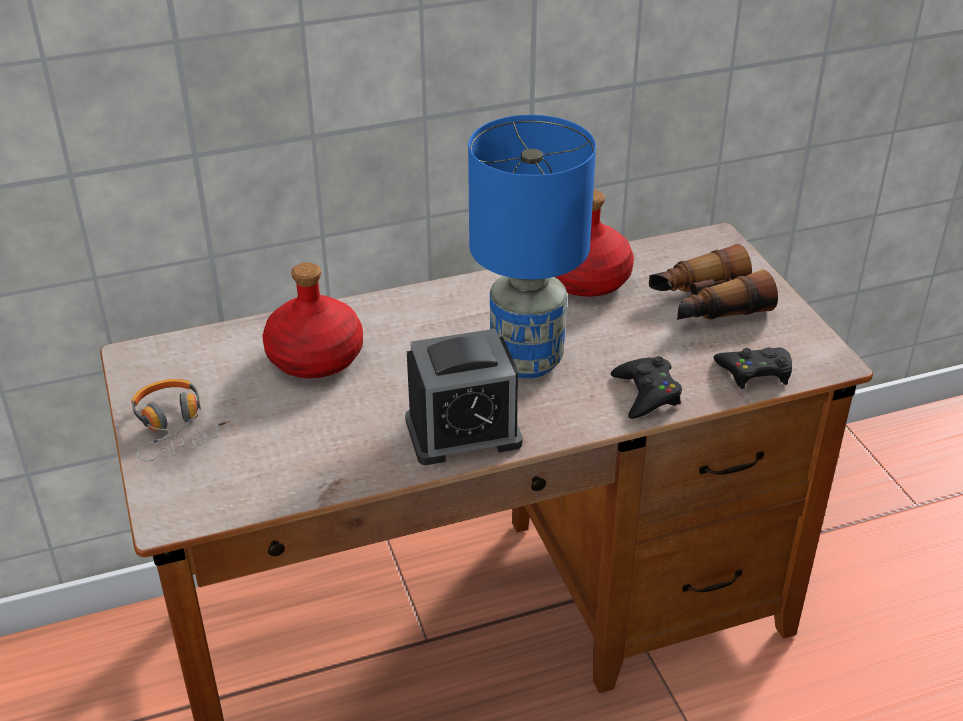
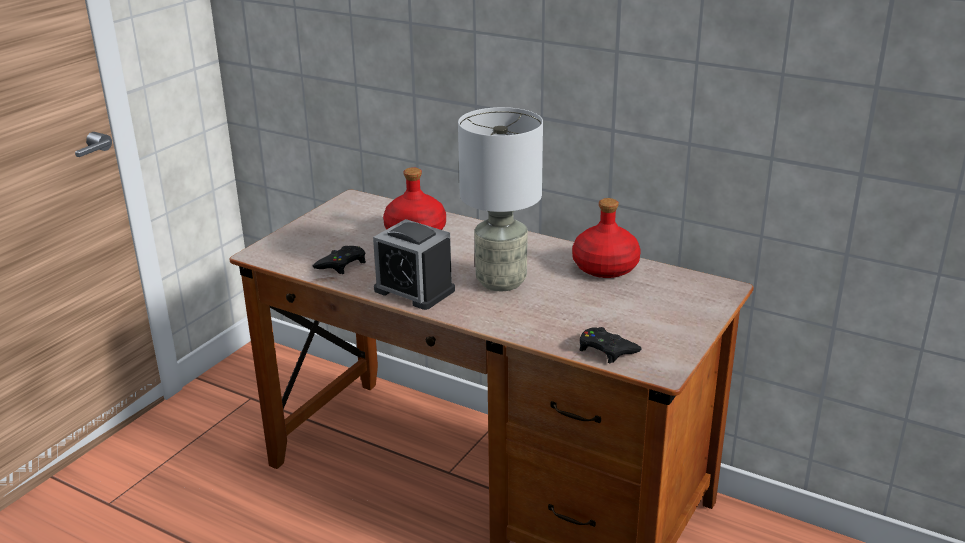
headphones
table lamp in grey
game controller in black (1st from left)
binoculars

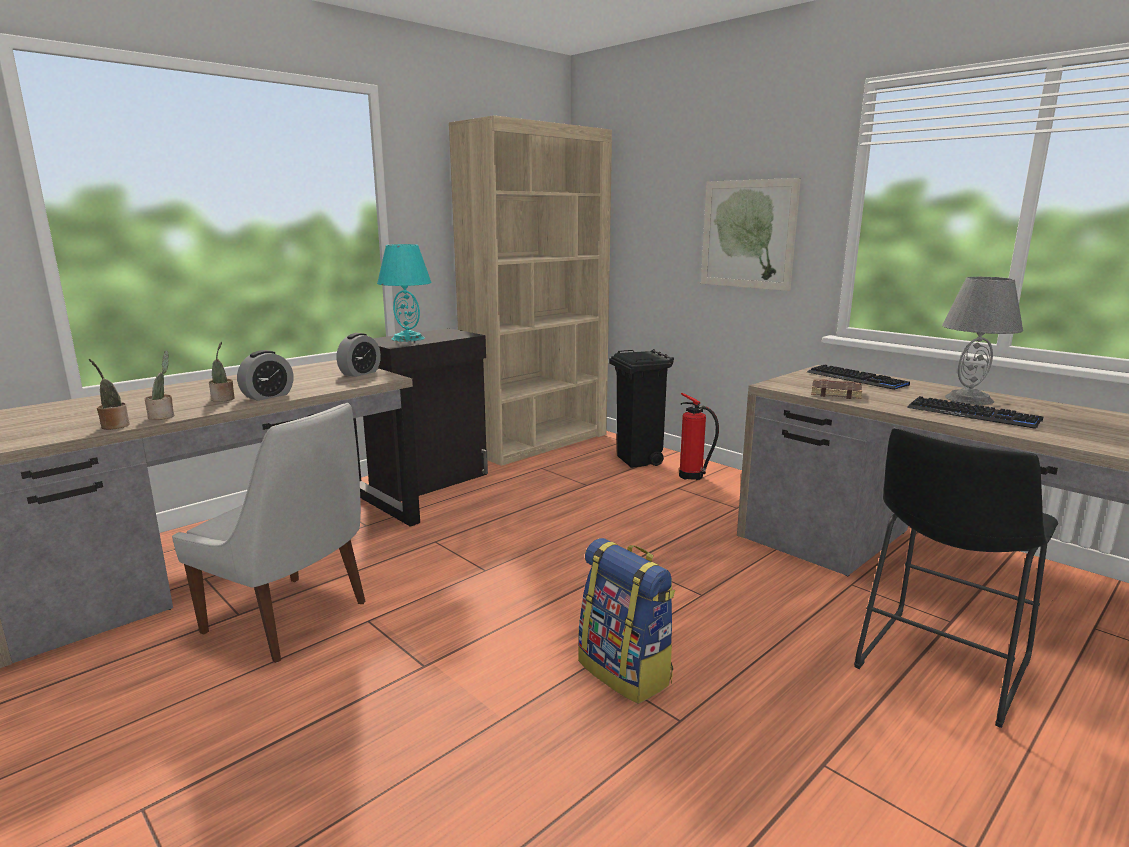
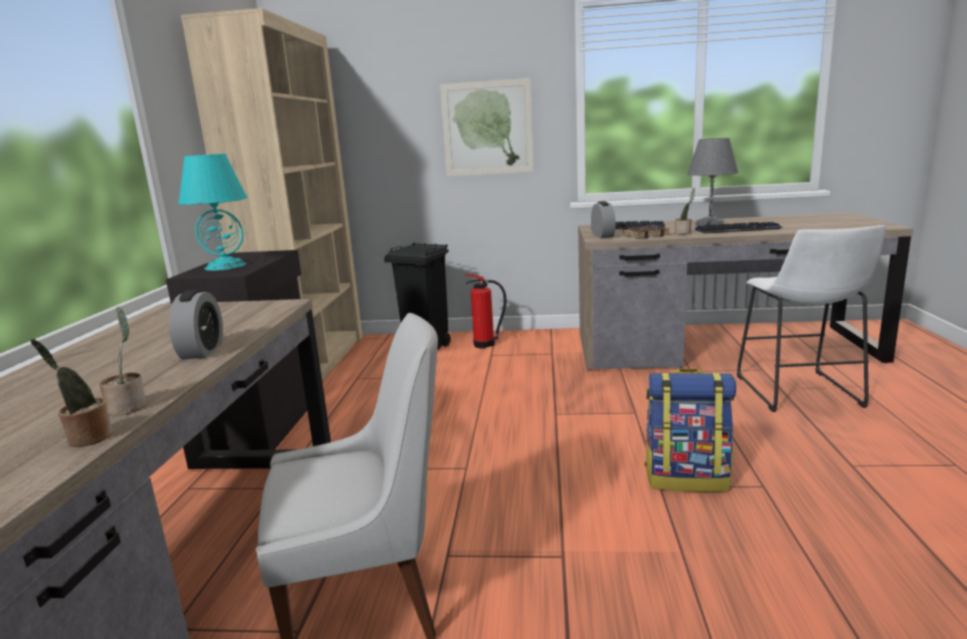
potted plant (3rd from left)
alarm clock (2nd from left)
stool in white

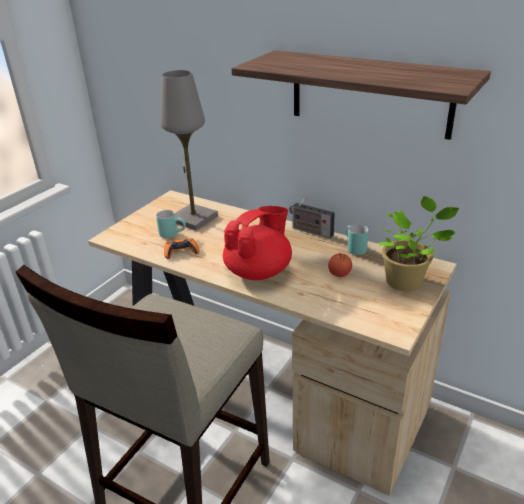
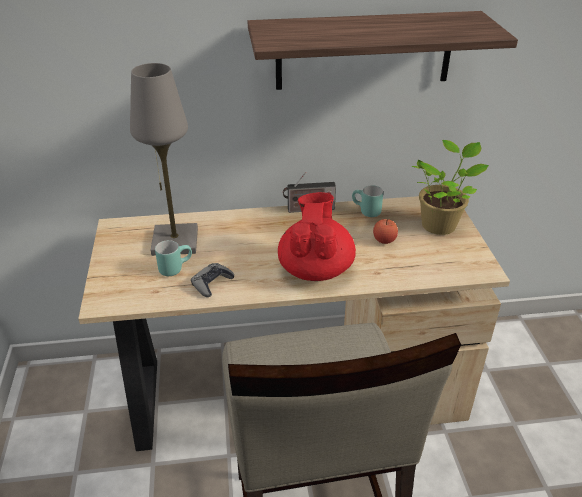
game controller in grey

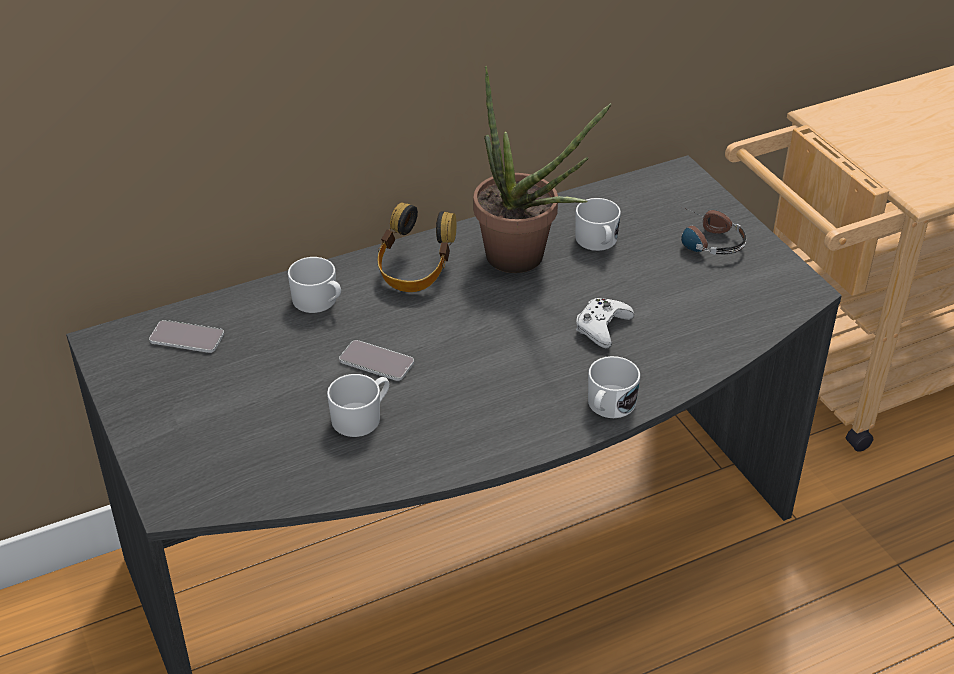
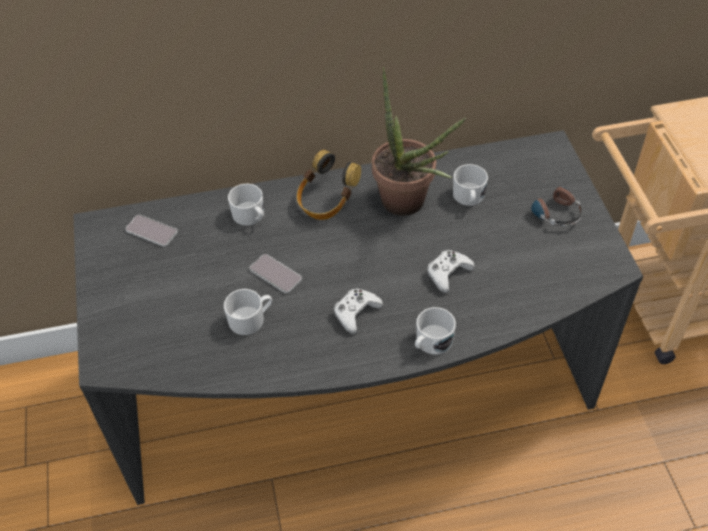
game controller in white (1st from left)

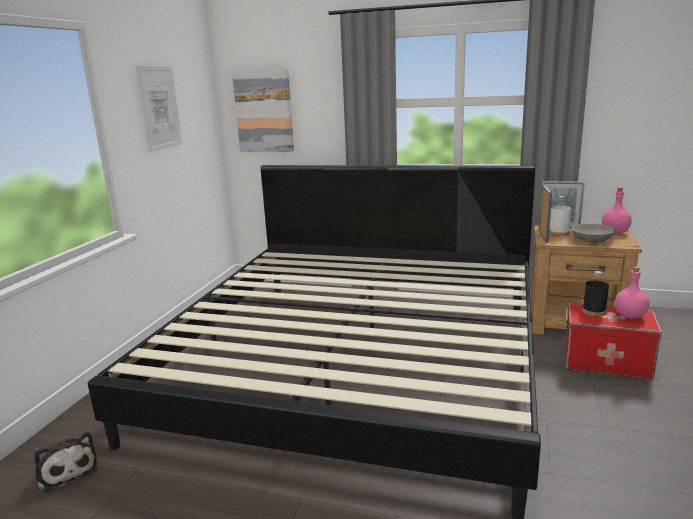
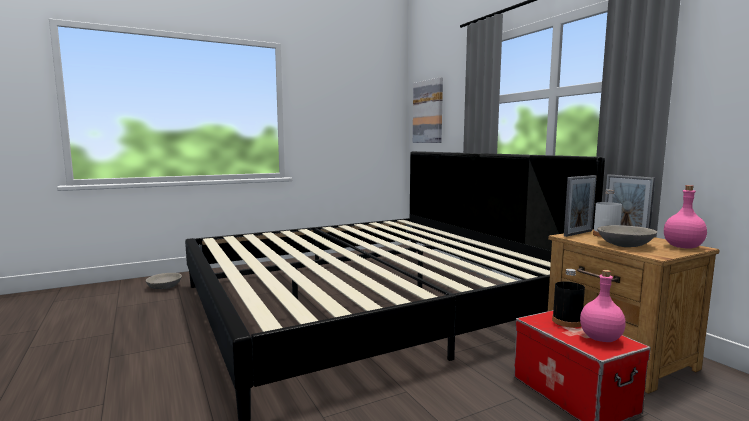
bowl in grey (1st from left)
picture (1st from left in the first image)

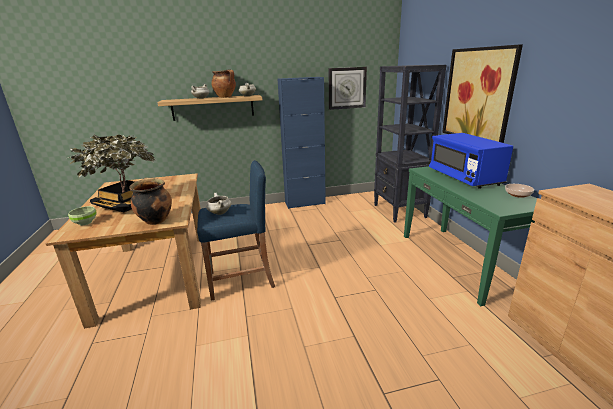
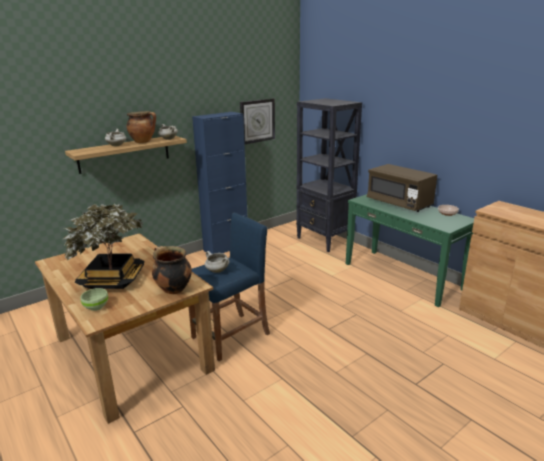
microwave in brown
picture

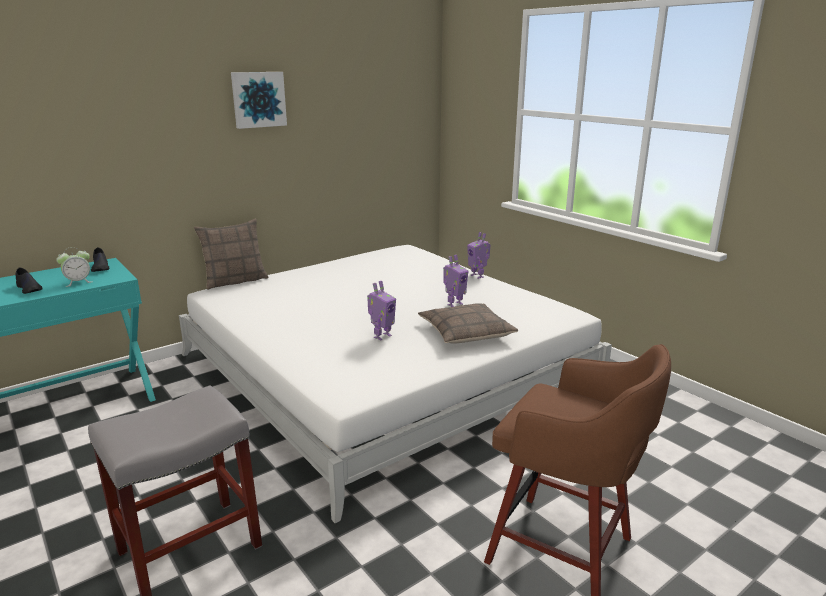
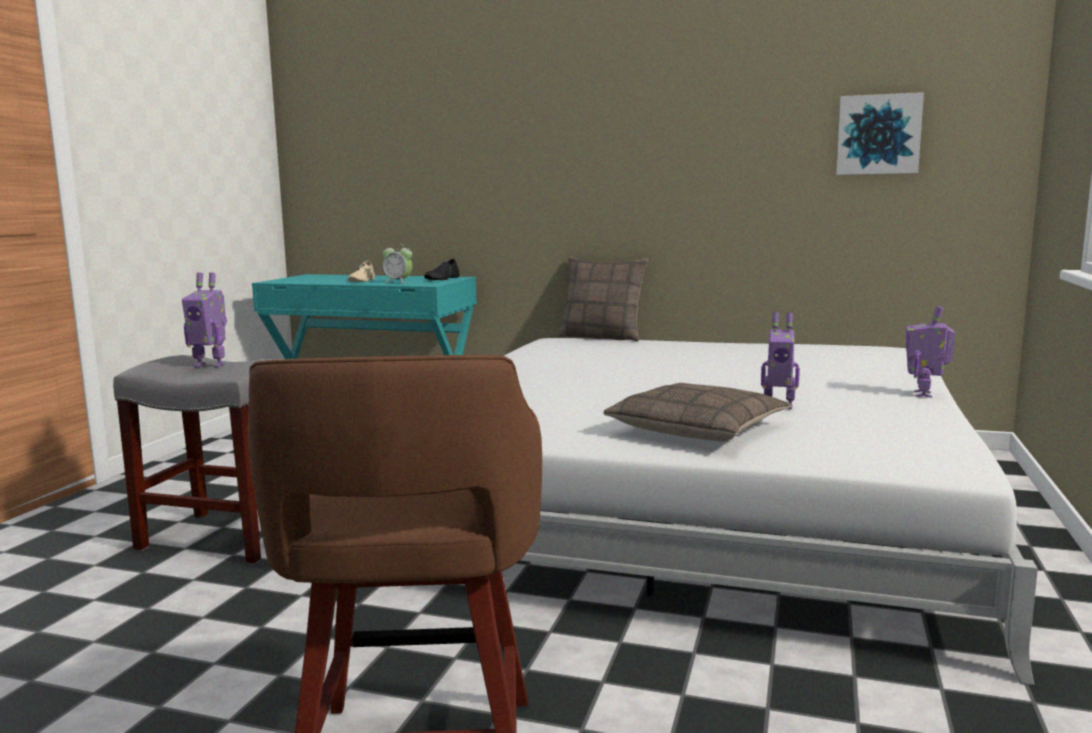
shoe in beige
picture
toy robot (1st from left)

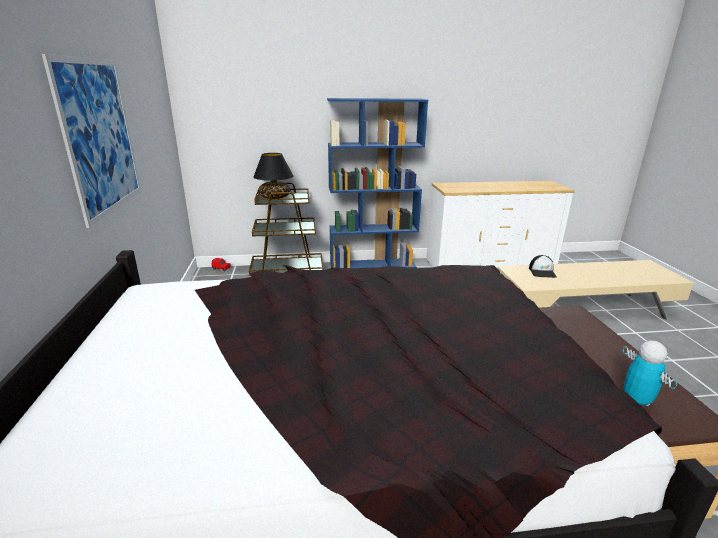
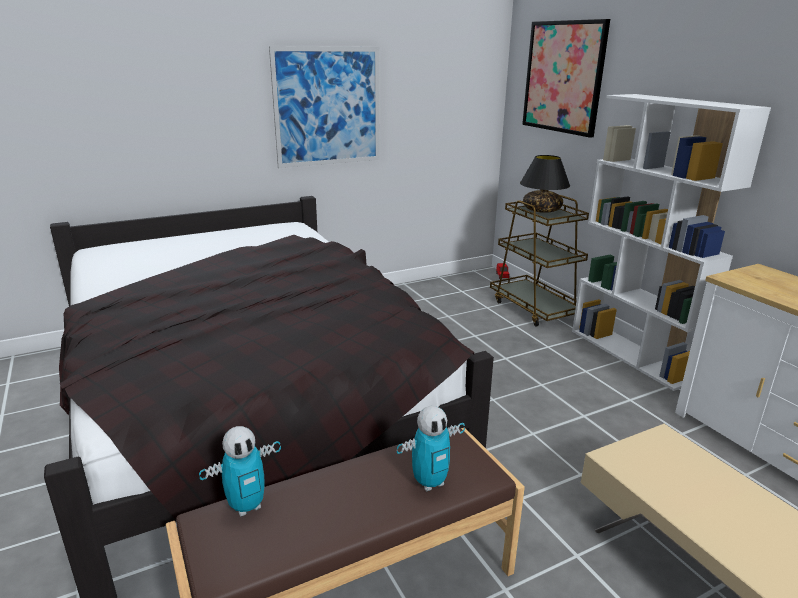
bookcase in white
cap
toy robot (2nd from left)
picture (2nd from left)

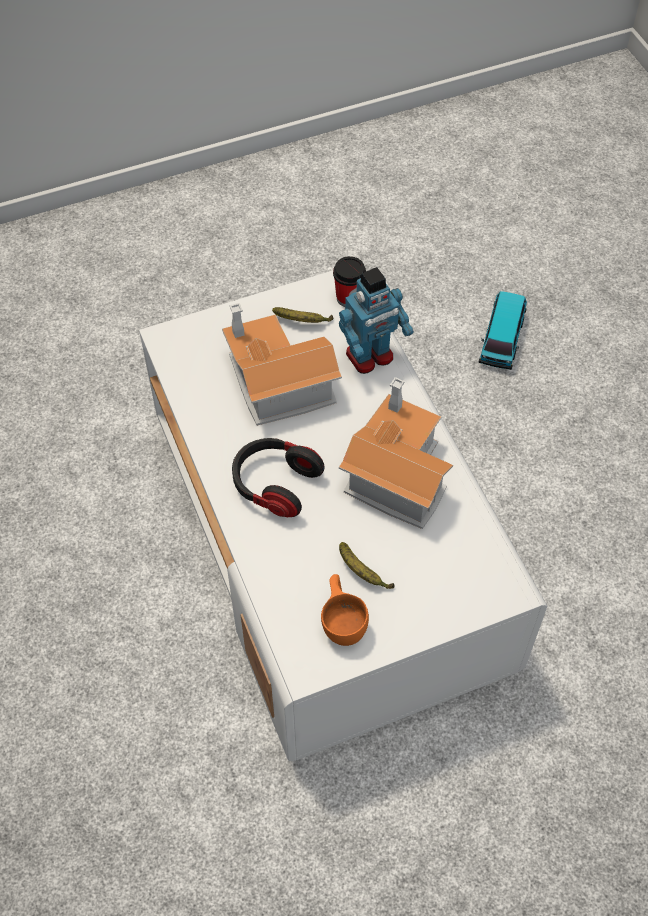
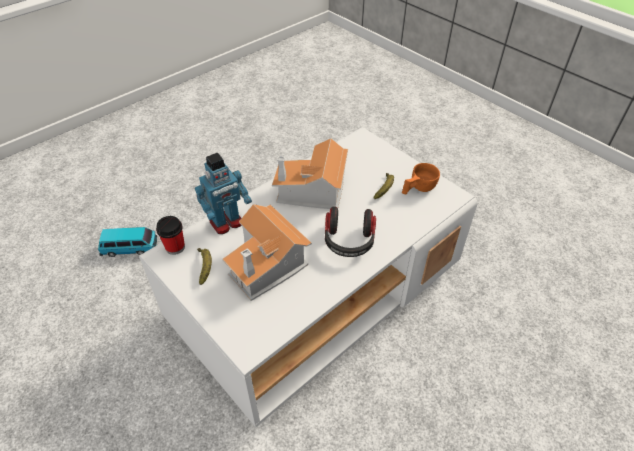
toy robot

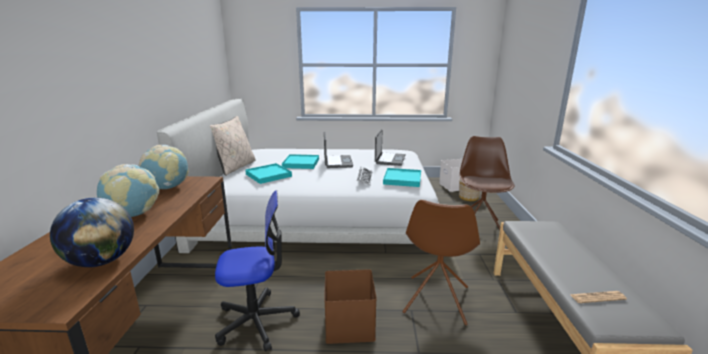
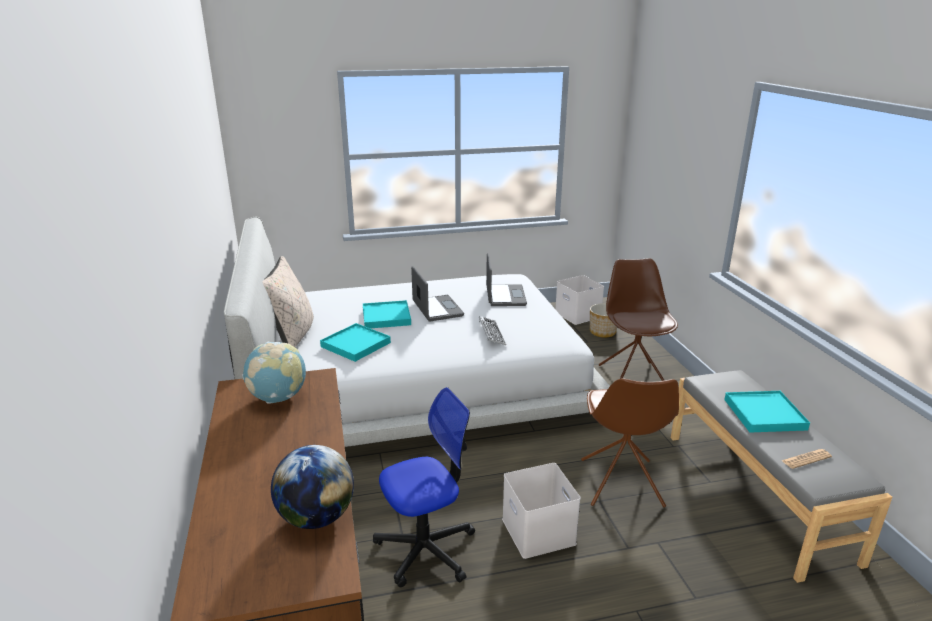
globe (2nd from left in the first image)
storage box in white (1st from left)
tray in turquoise (3rd from left)

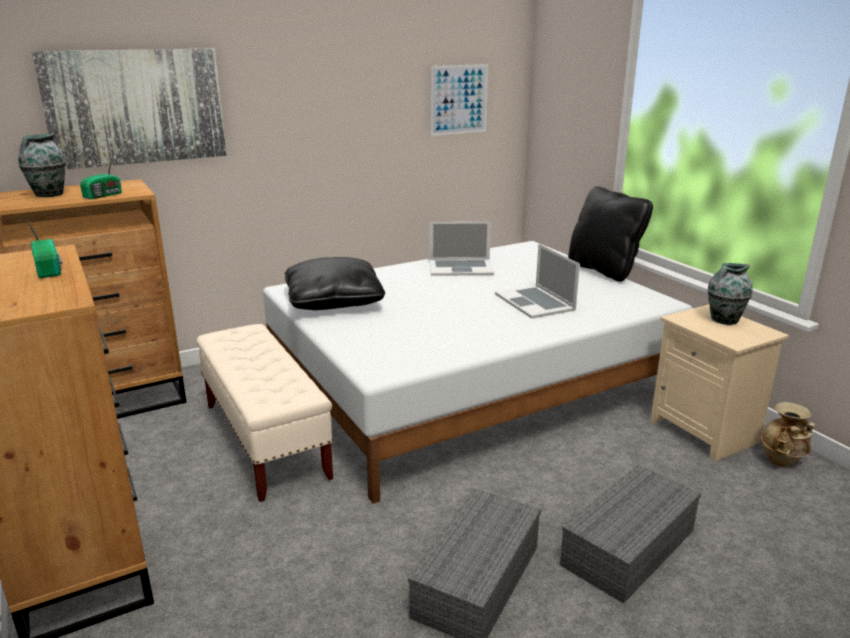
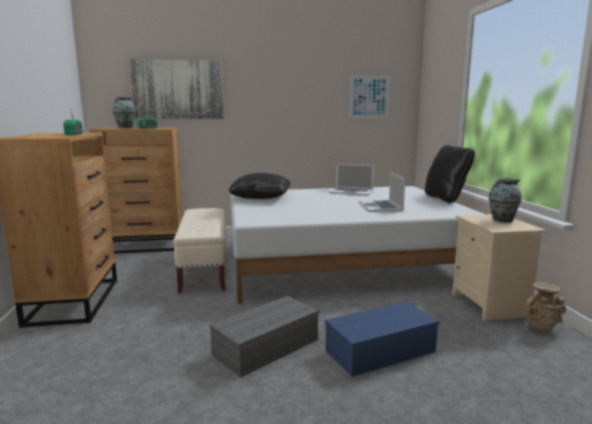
storage box in blue

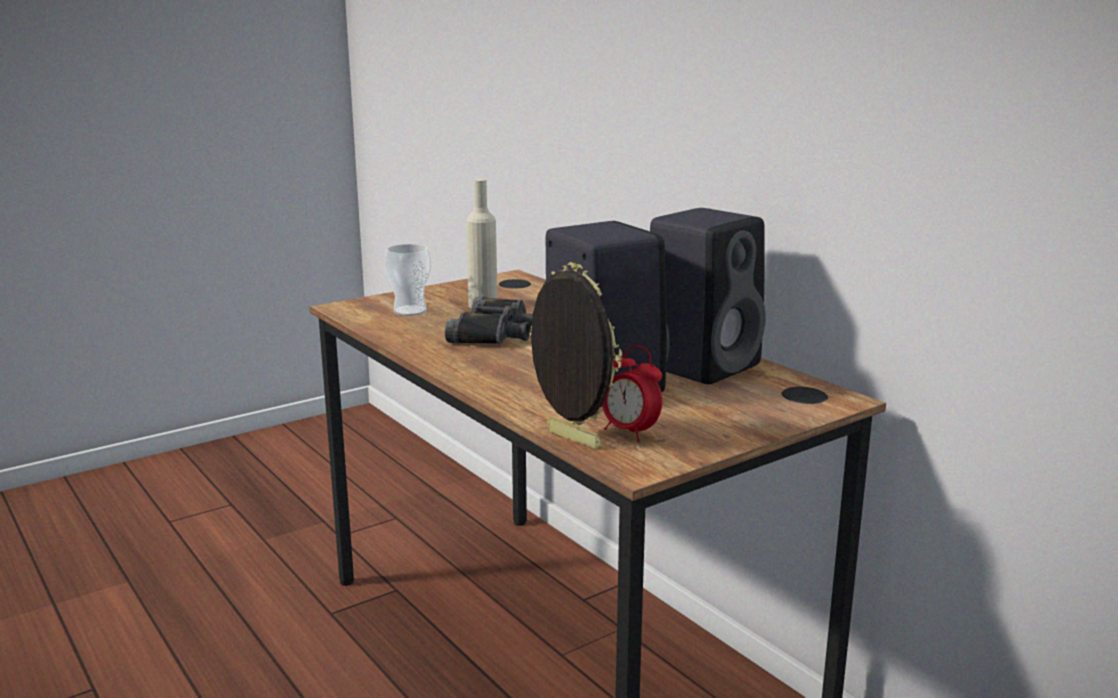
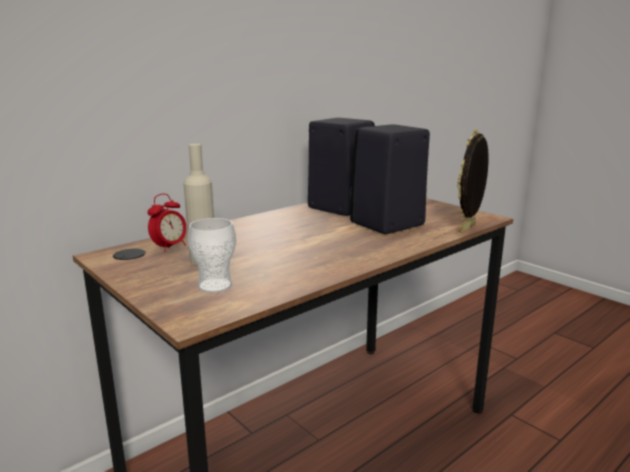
binoculars in black
alarm clock

